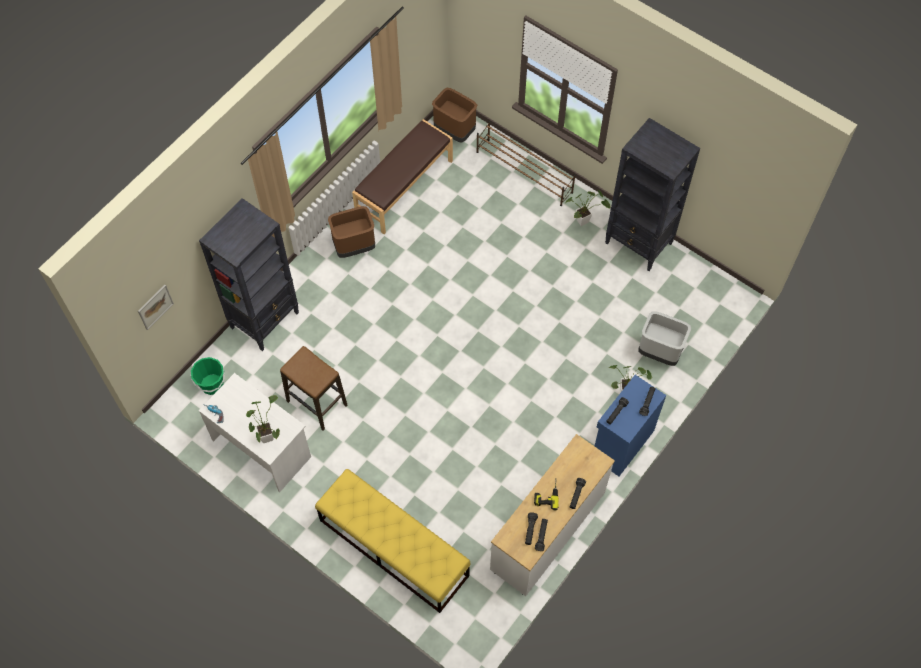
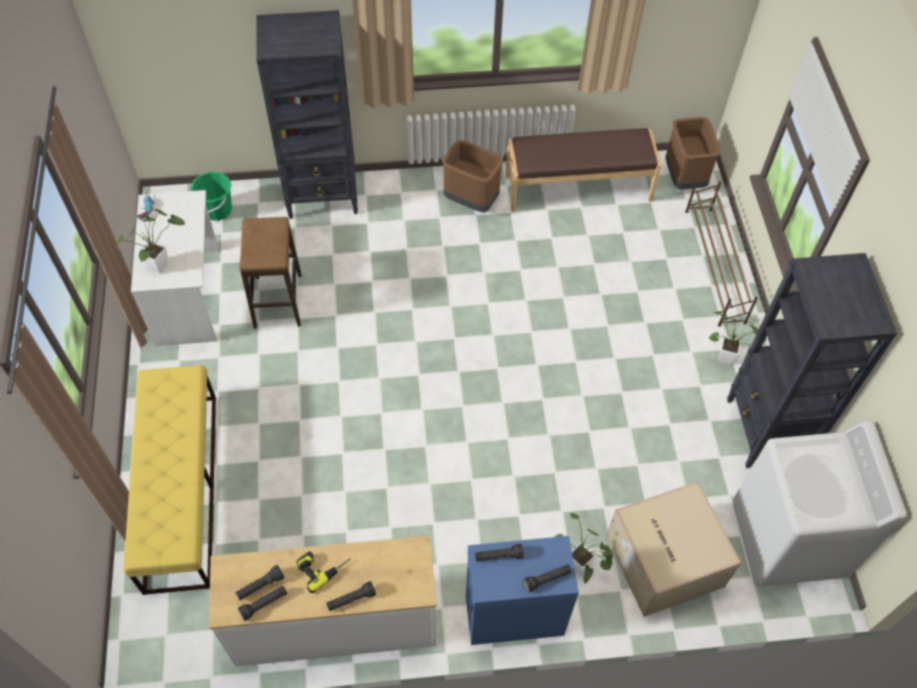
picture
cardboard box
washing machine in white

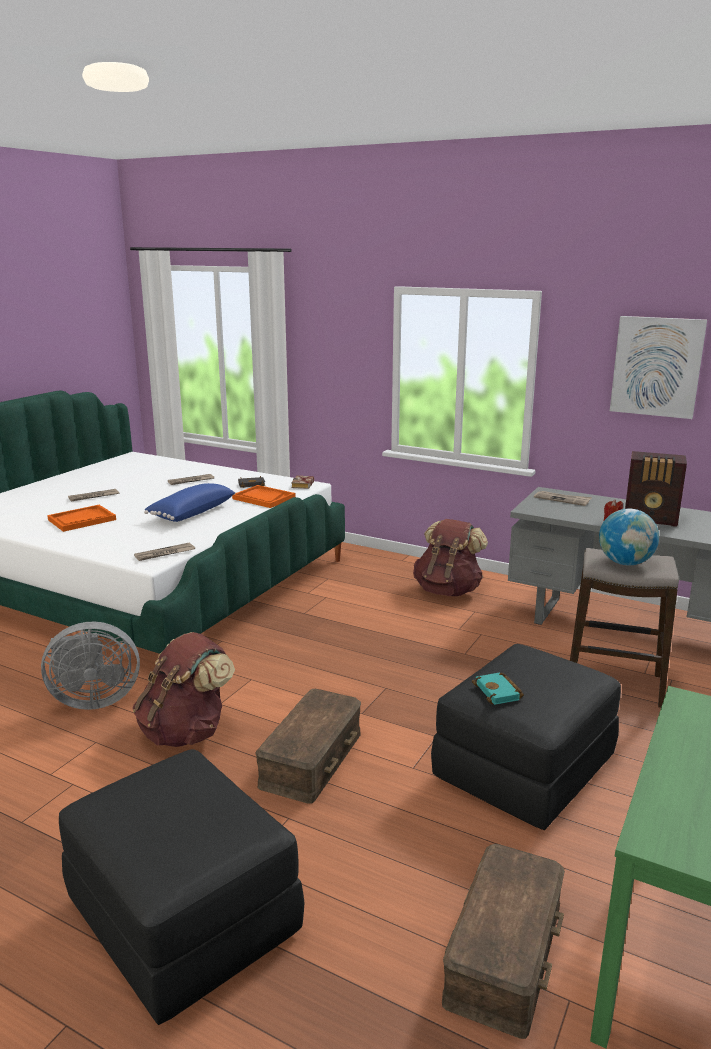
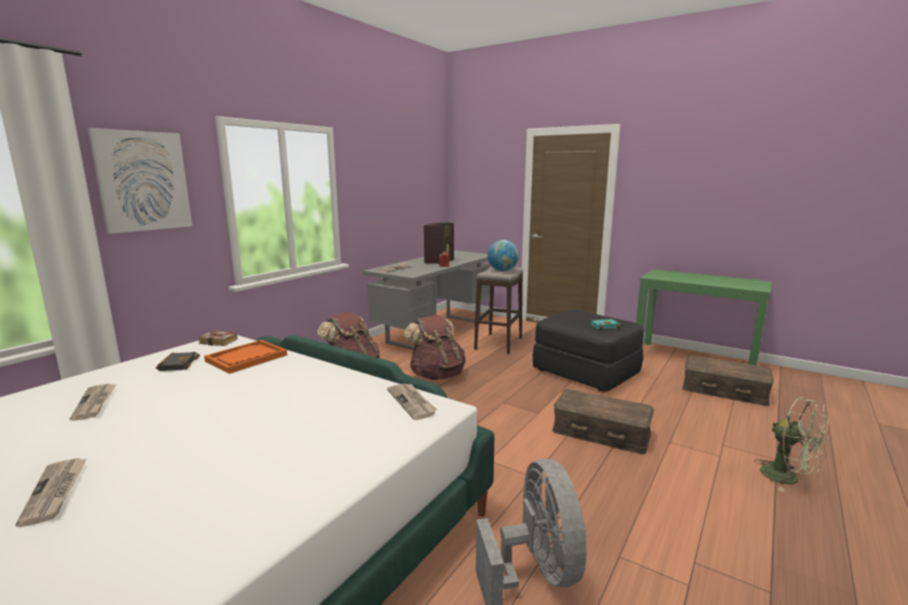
tray in orange (1st from left in the first image)
fan in green
backpack in brown (2nd from left)
pillow in blue
picture

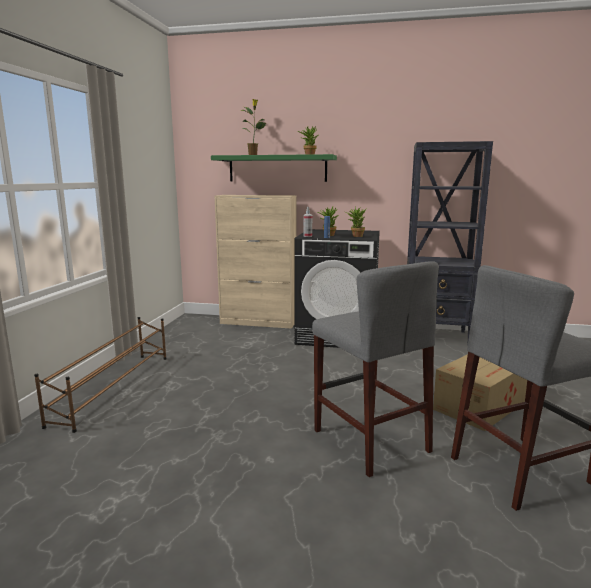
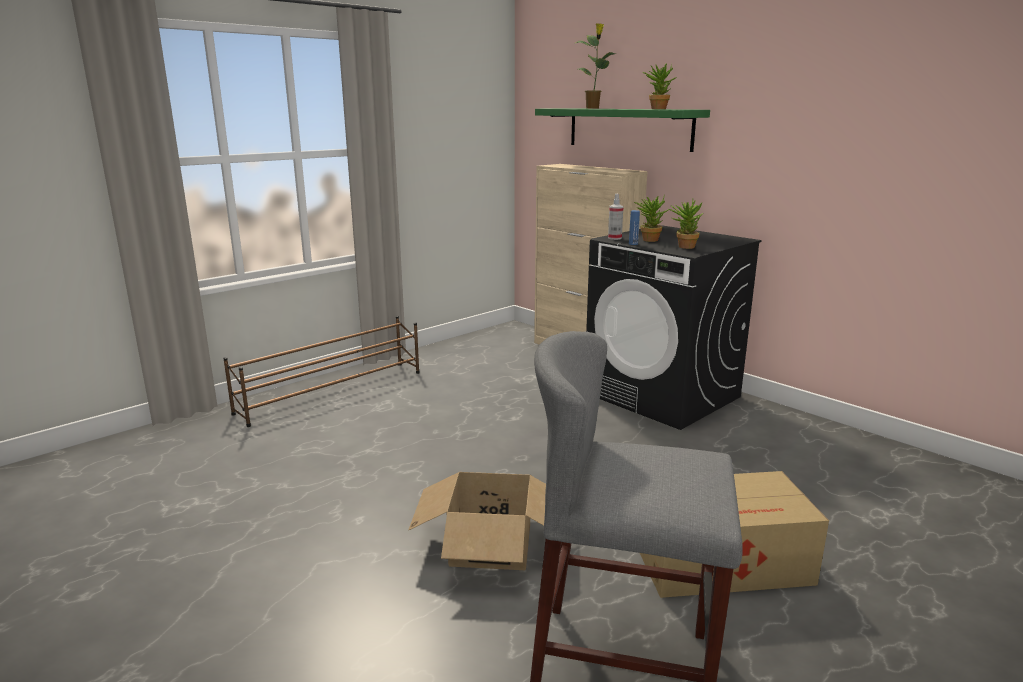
cardboard box (1st from left)
bookcase in black

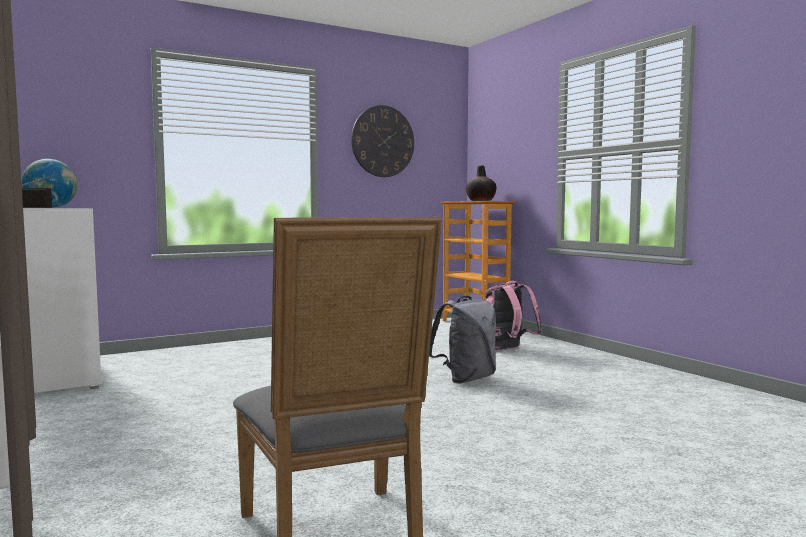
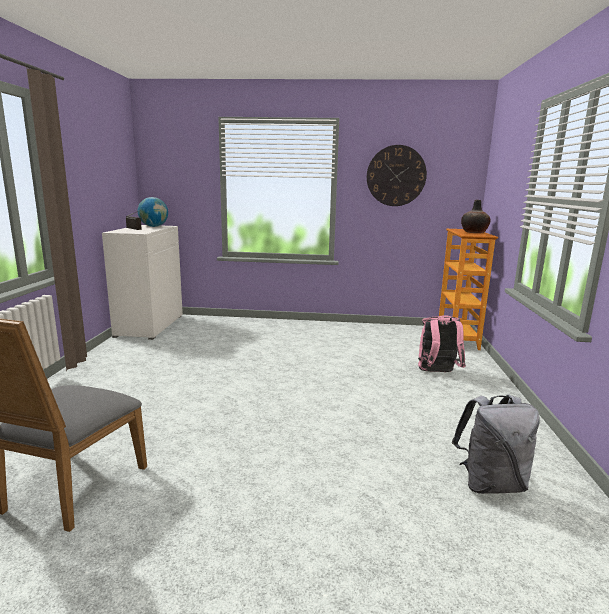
backpack in grey

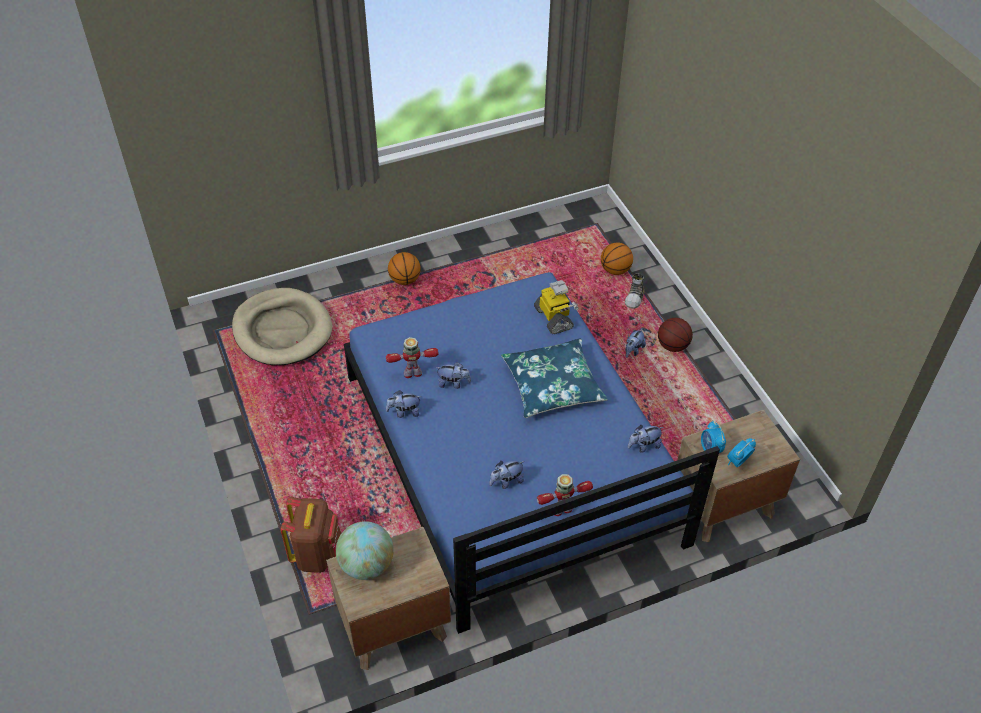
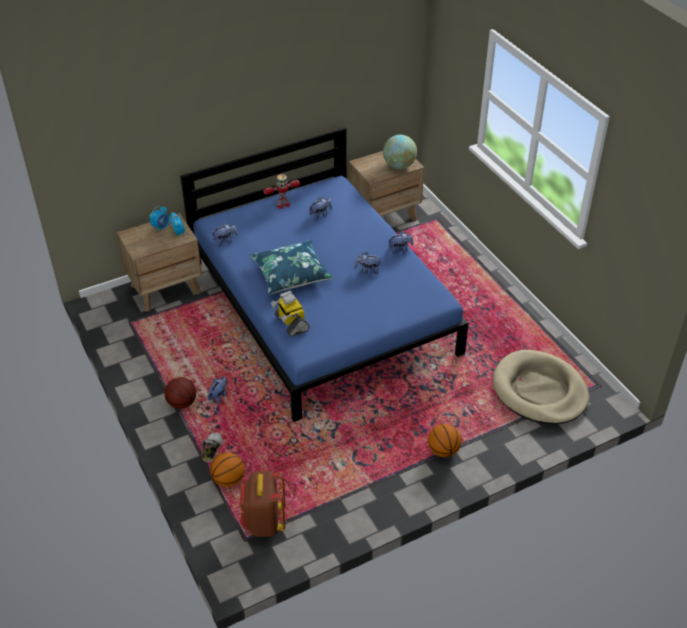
backpack in brown
toy robot (1st from left in the first image)

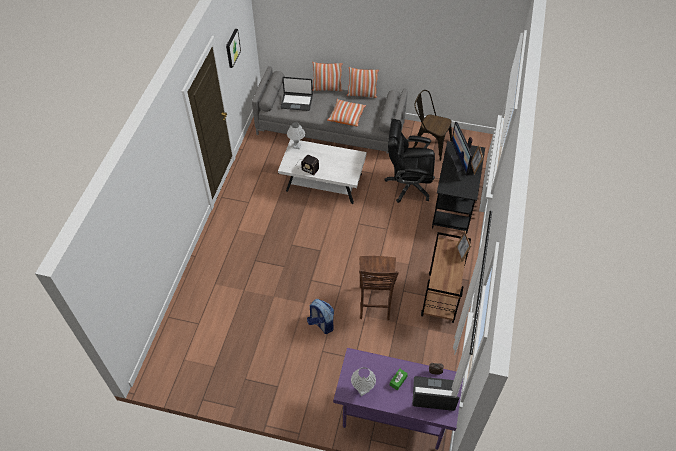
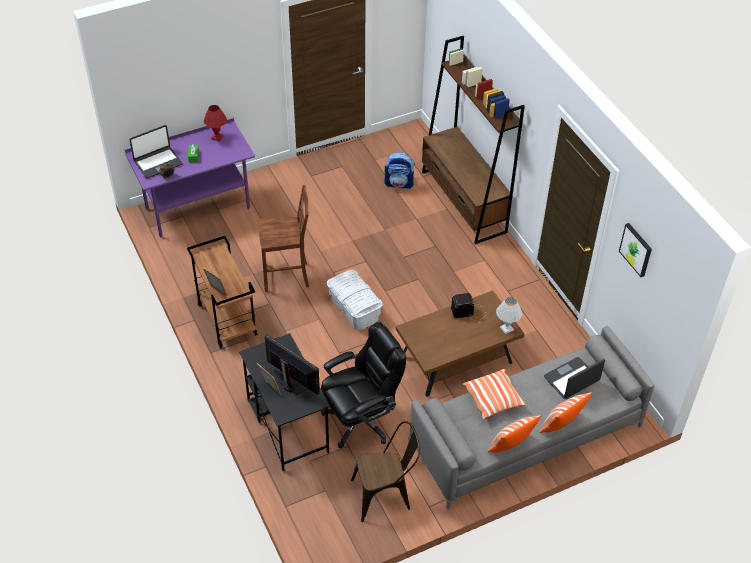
coffee table in brown
backpack
table lamp in red
chair in brown (1st from left)
storage box in white
bookcase in brown

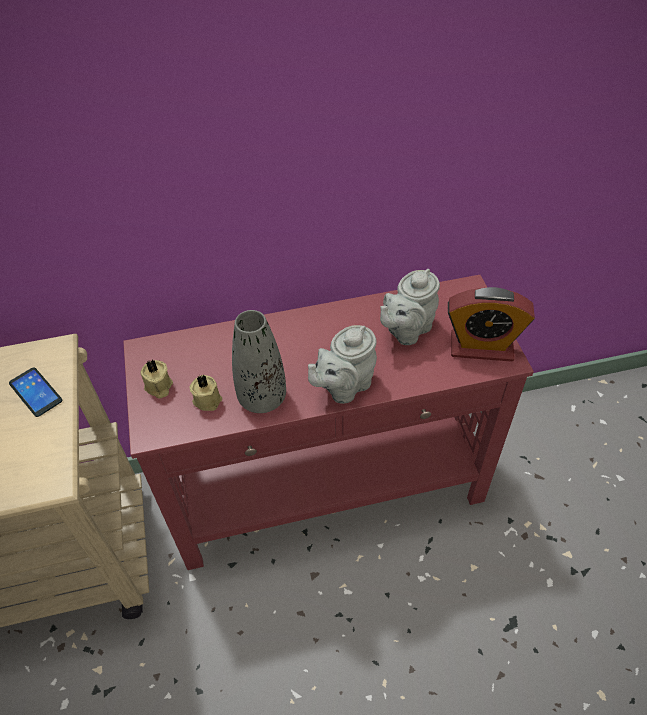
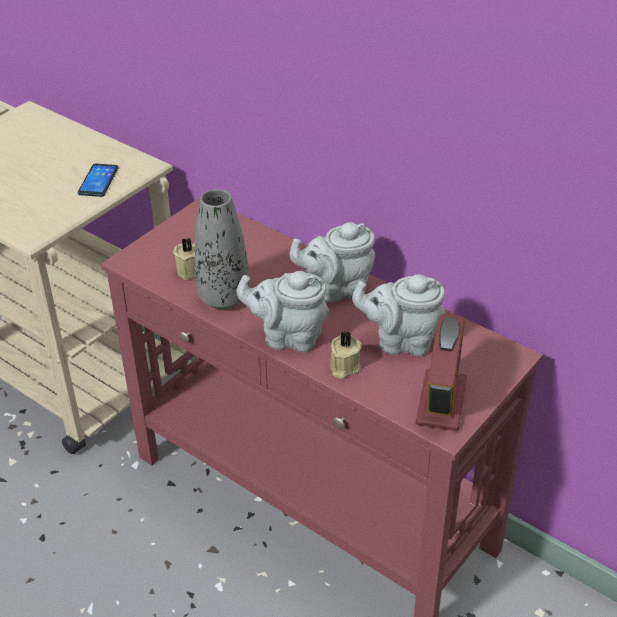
candle in beige (2nd from left)
alarm clock
teapot in grey (2nd from left)

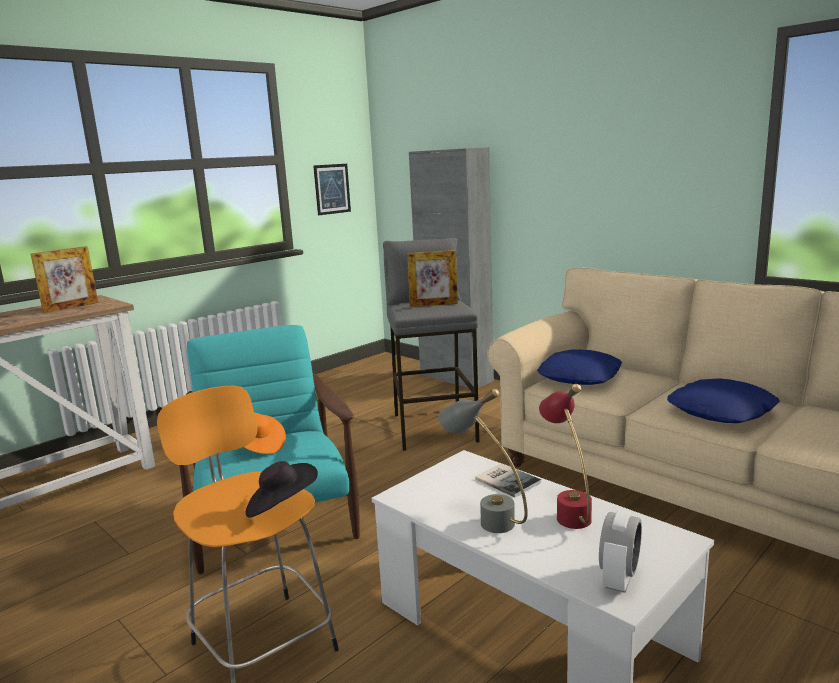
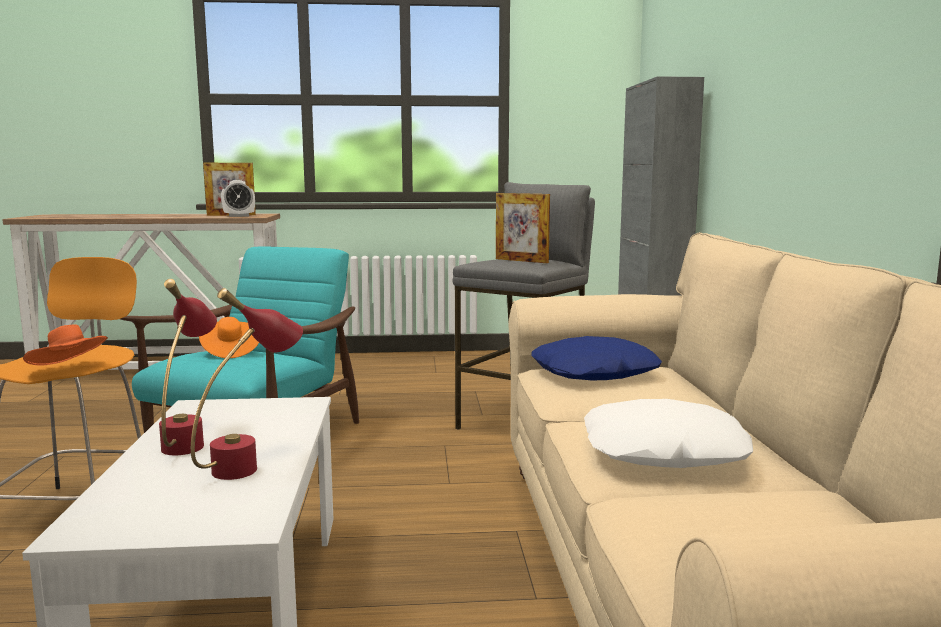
hat in orange (1st from left)
picture
table lamp in red (1st from left)
book
alarm clock
pillow in white

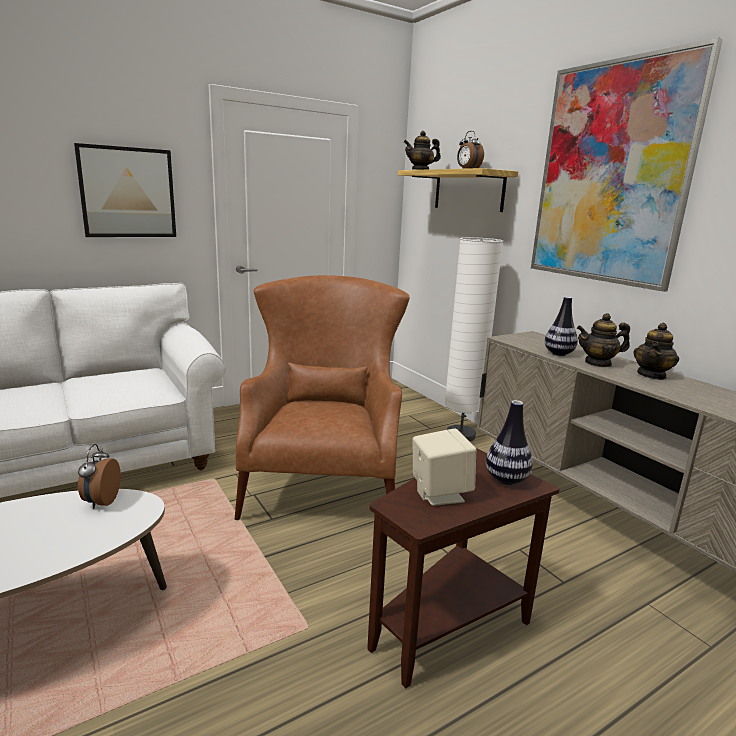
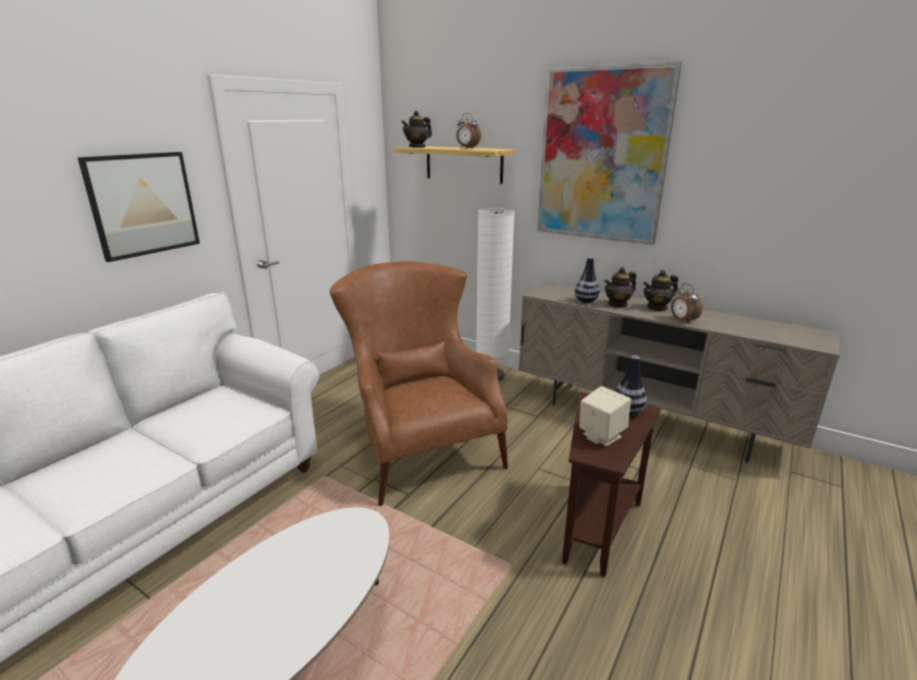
alarm clock (2nd from left)
teapot (3rd from left)

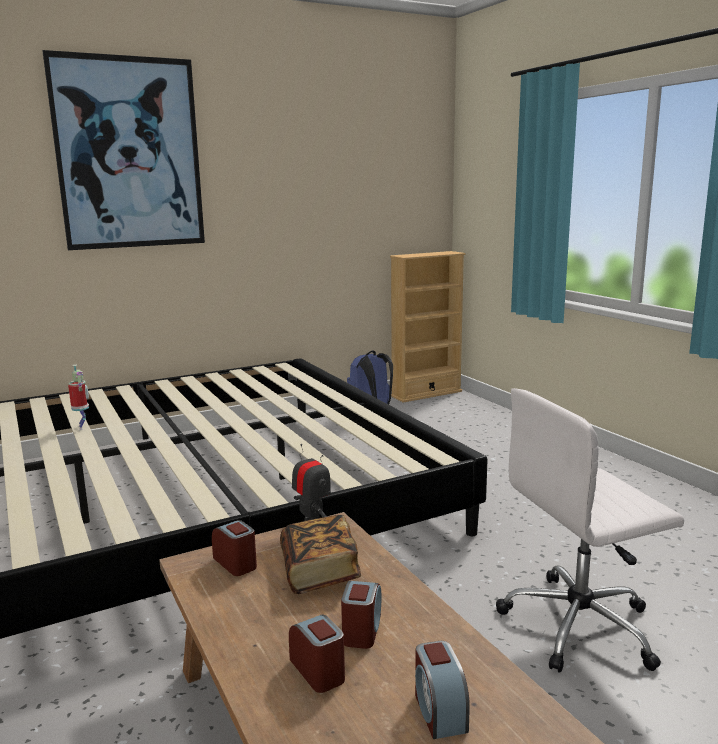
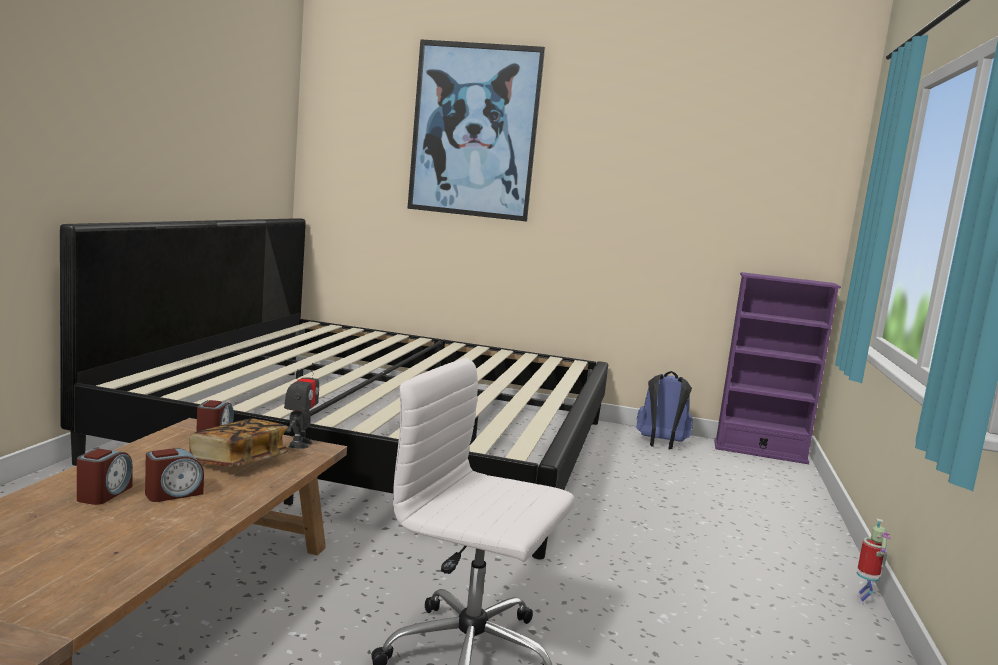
toy robot (2nd from left)
bookcase in purple
alarm clock (4th from left in the first image)

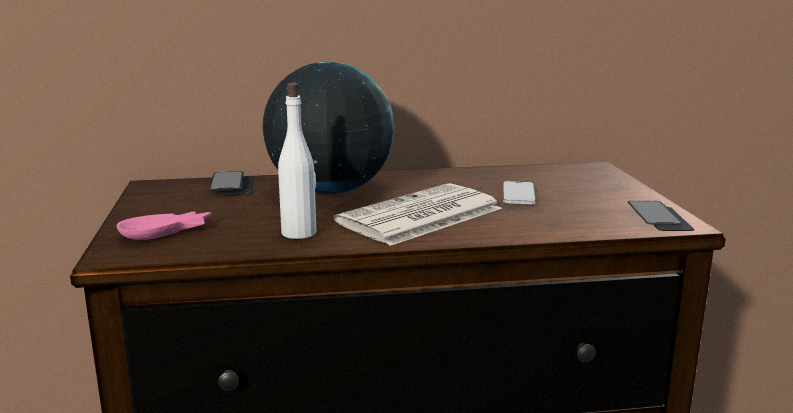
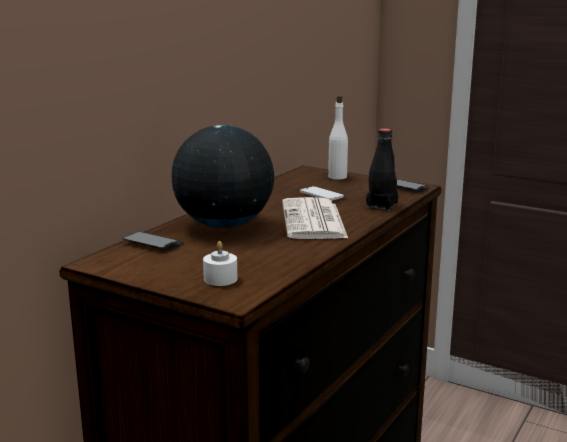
candle in white
bottle in white
bottle in black

